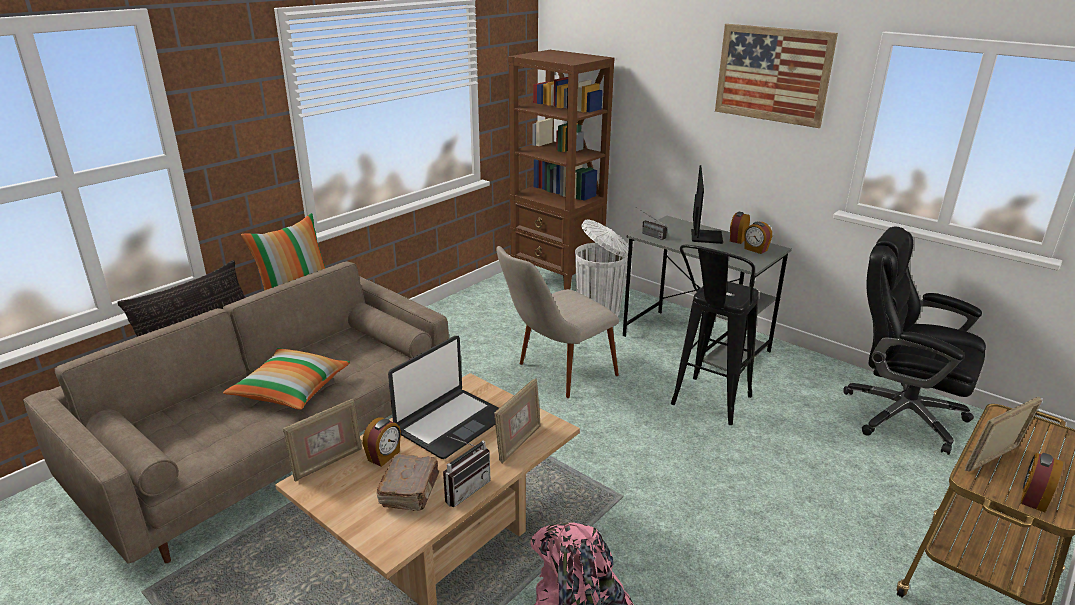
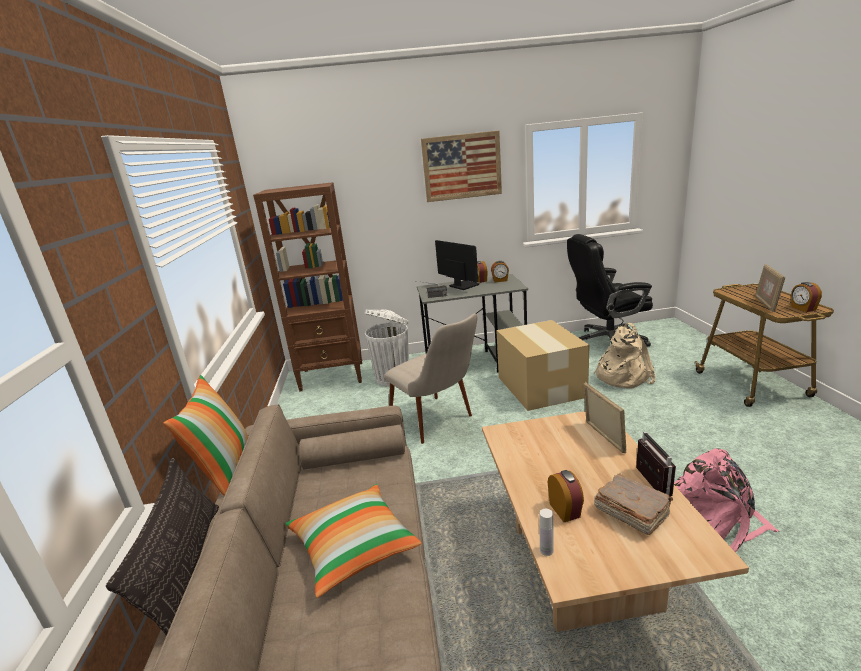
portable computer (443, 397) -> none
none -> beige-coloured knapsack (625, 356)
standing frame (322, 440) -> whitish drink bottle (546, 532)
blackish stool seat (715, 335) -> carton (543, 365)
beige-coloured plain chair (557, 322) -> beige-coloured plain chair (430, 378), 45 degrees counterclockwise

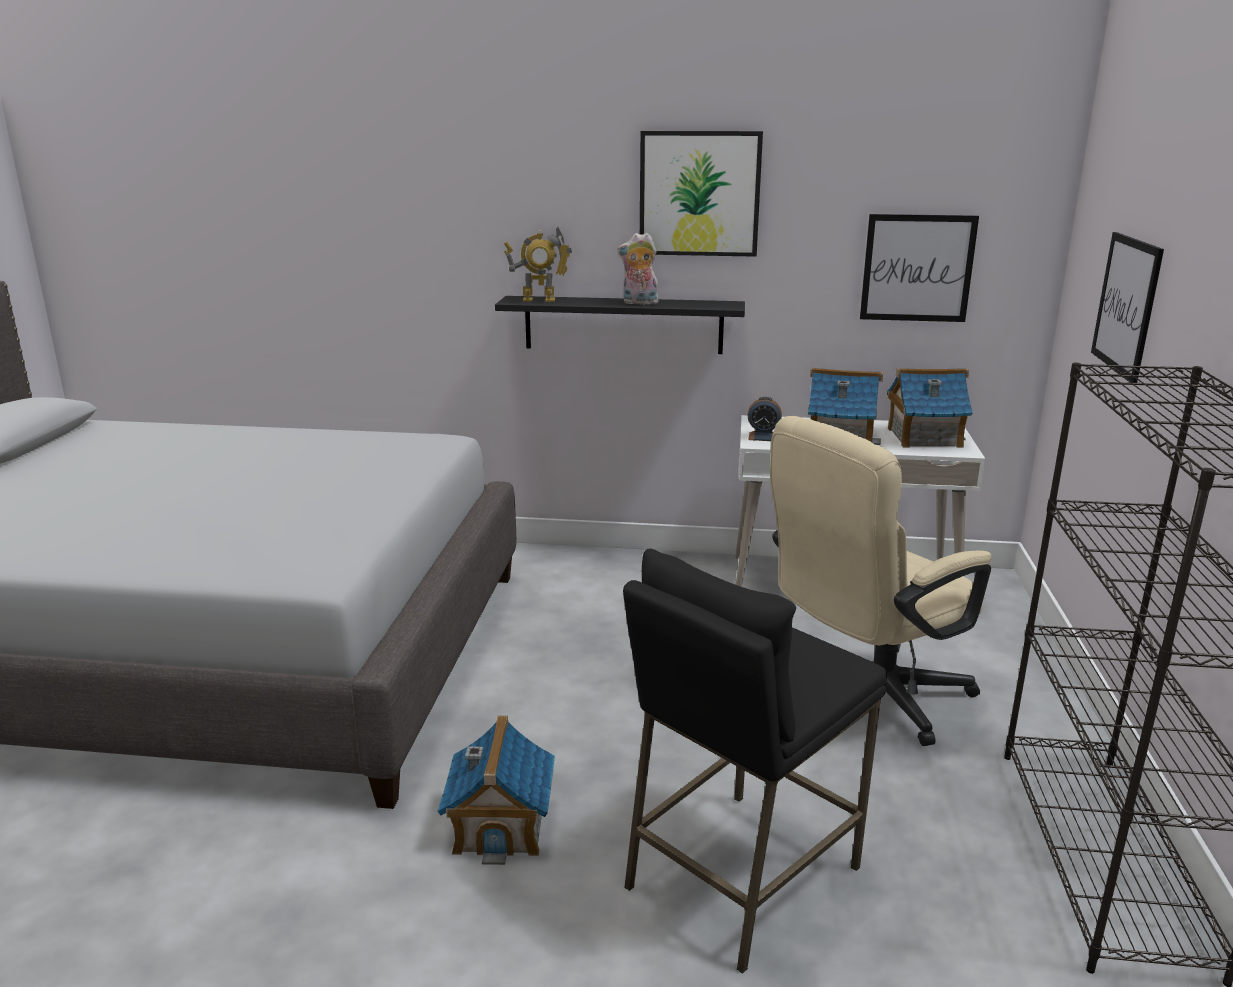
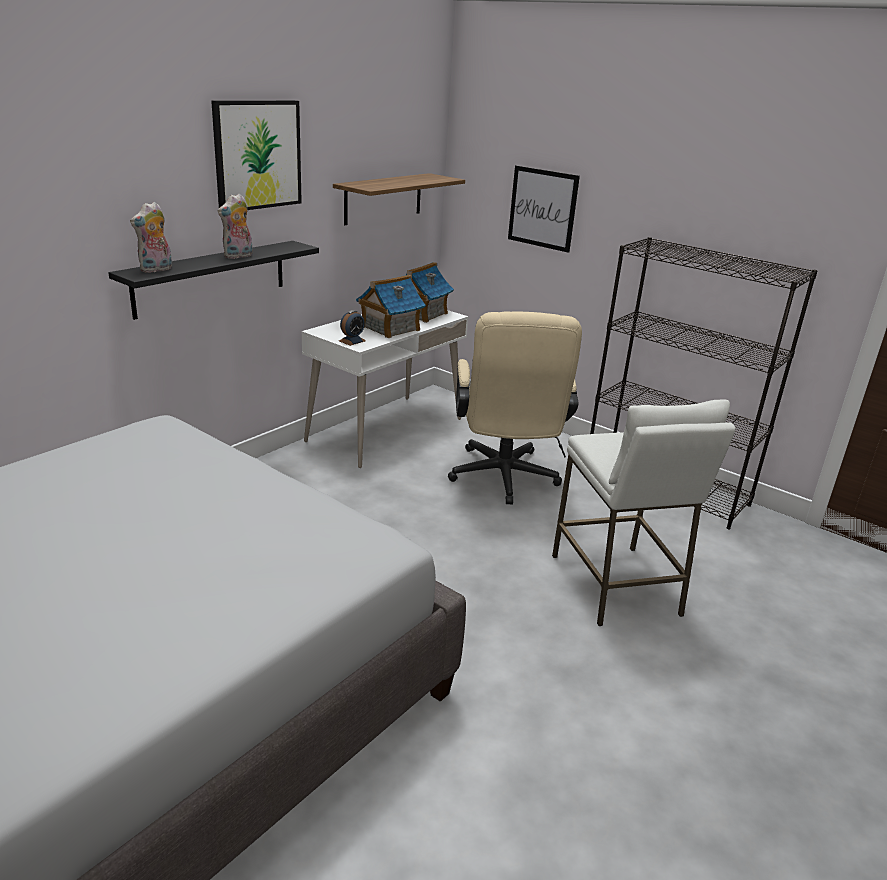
model house (496, 790) -> none
toy robot (538, 264) -> plush toy (151, 237)
picture (919, 268) -> bracket shelf (399, 199)
blackish stool seat (755, 761) -> whitish stool seat (643, 512)

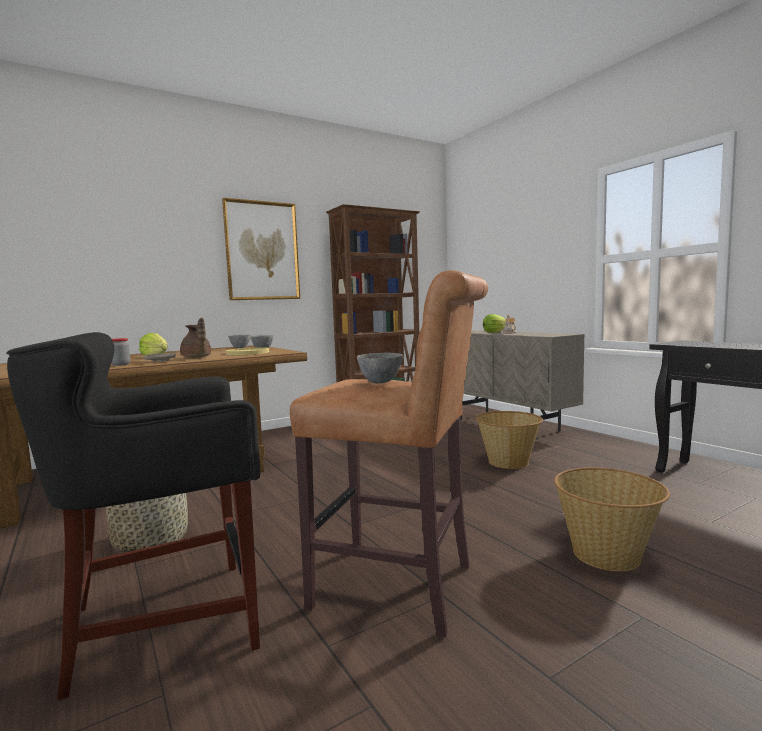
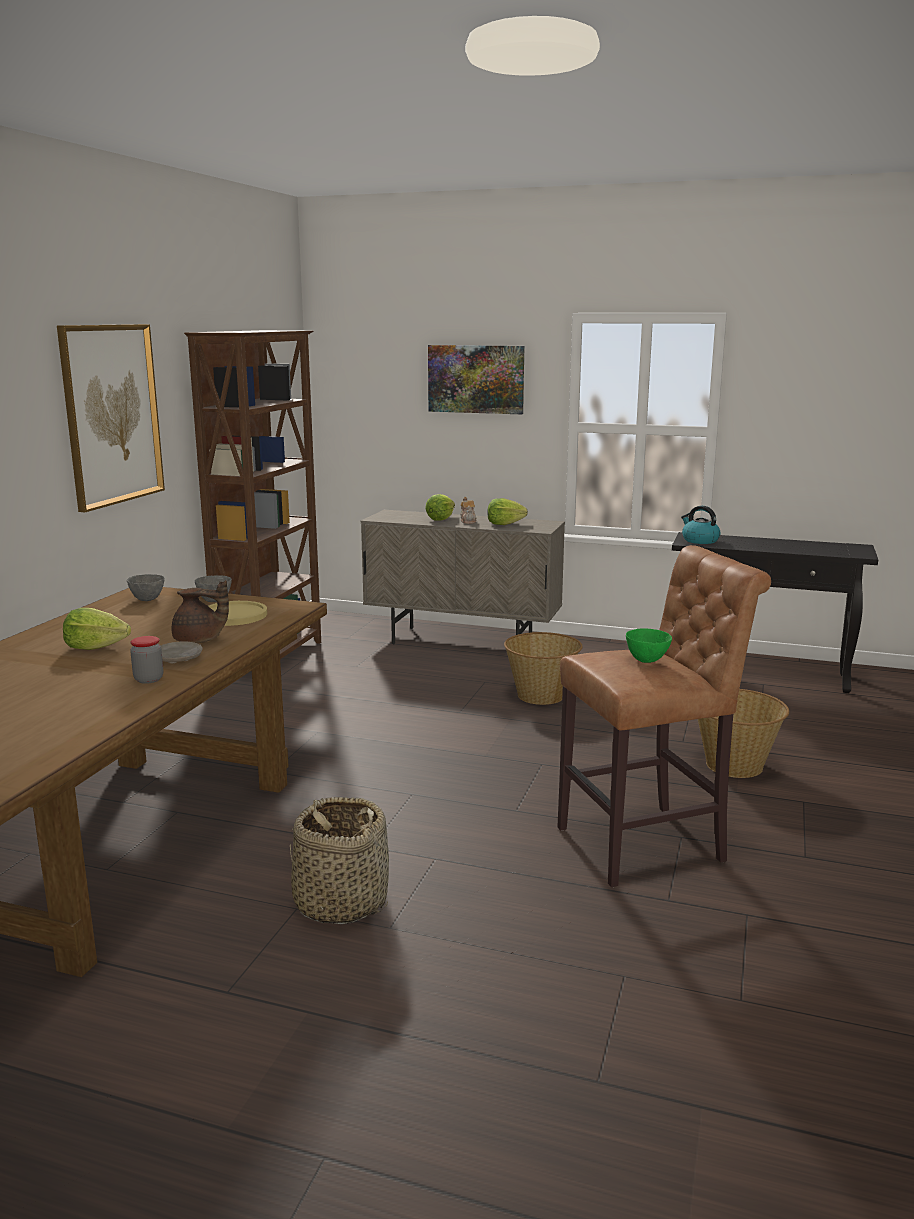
blackish stool seat (133, 516) -> none
none -> picture (476, 379)
none -> lettuce (507, 511)
none -> water kettle (701, 525)
gray deep dish (379, 368) -> green deep dish (649, 646)

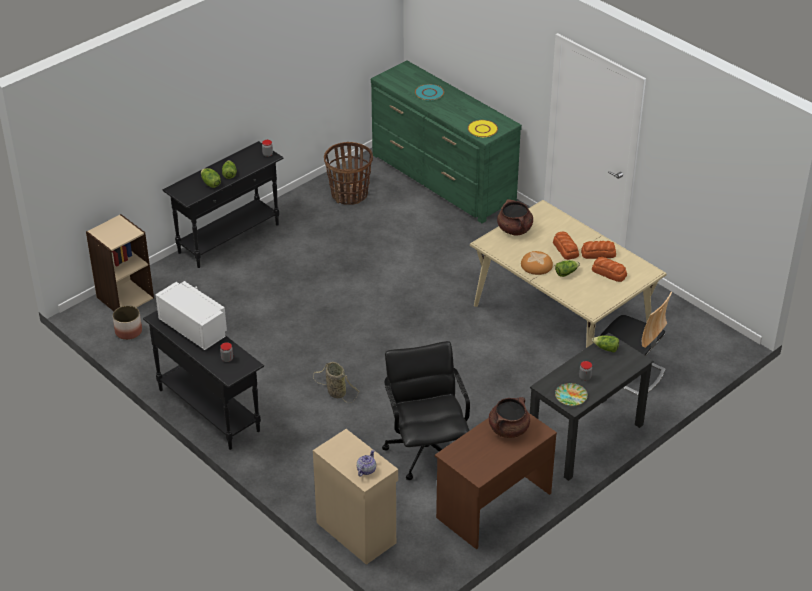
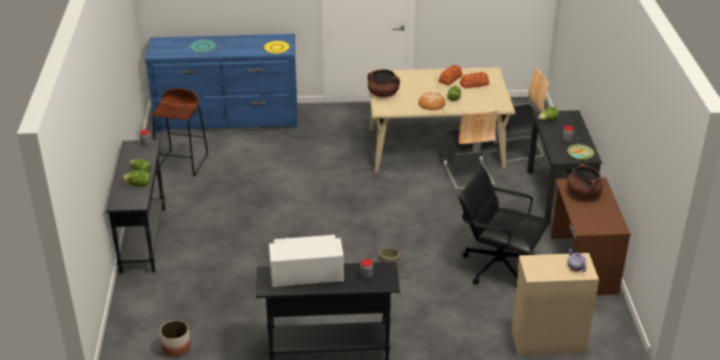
beige-coloured shelving unit (120, 262) -> none
baked bread (566, 246) -> none
none -> plain chair (471, 150)
storage basket (348, 173) -> brownish stool seat (180, 132)
green dresser (446, 141) -> bluish dresser (221, 83)

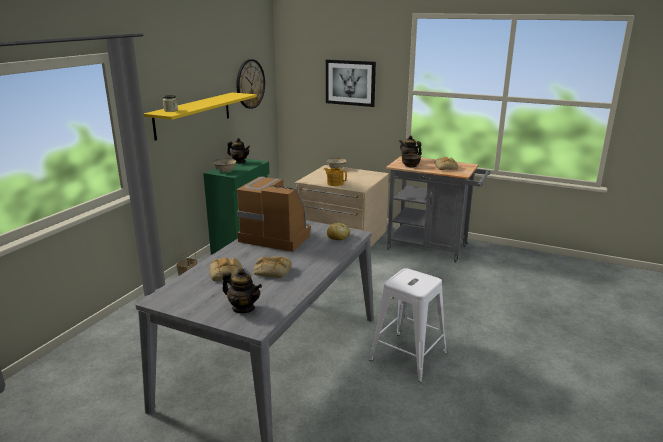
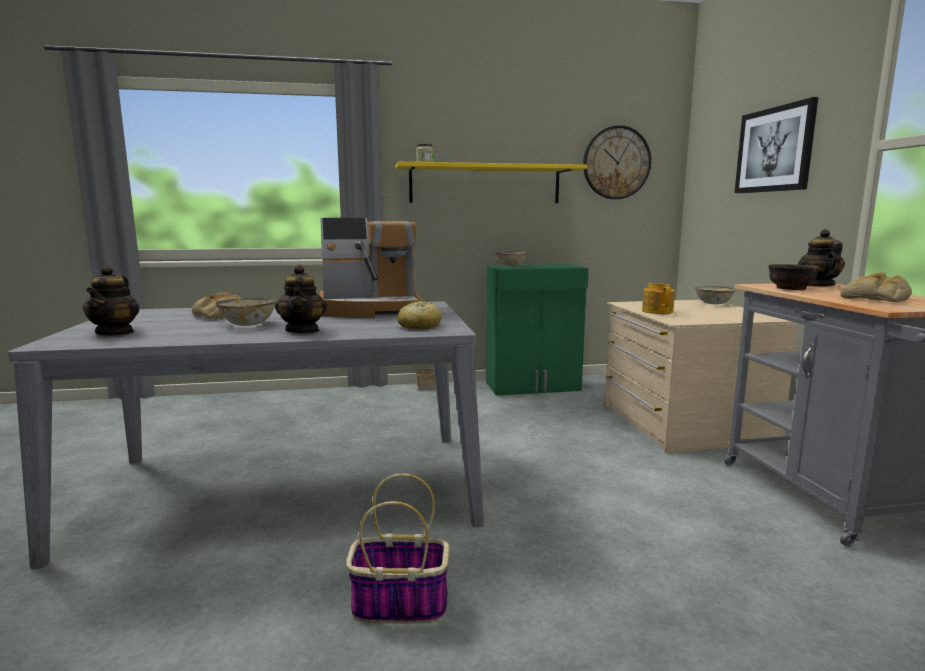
pot for tea (238, 150) -> pot for tea (301, 299), relocated
baked bread (273, 267) -> deep dish (246, 312)
whitish stool seat (408, 325) -> storage basket (398, 549)
coffee brewer (274, 214) -> coffee brewer (372, 268), 90 degrees clockwise

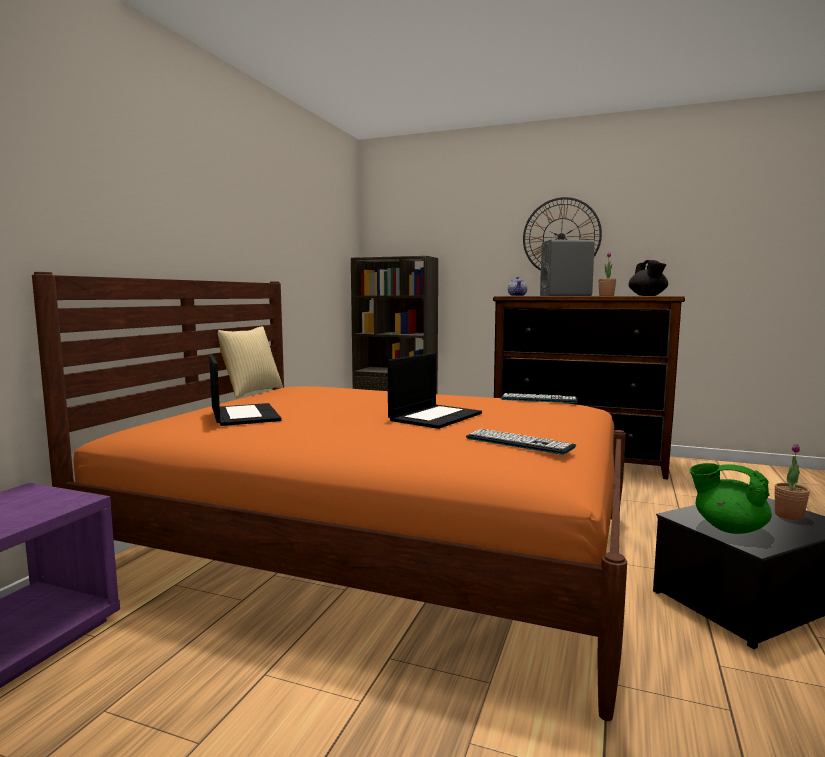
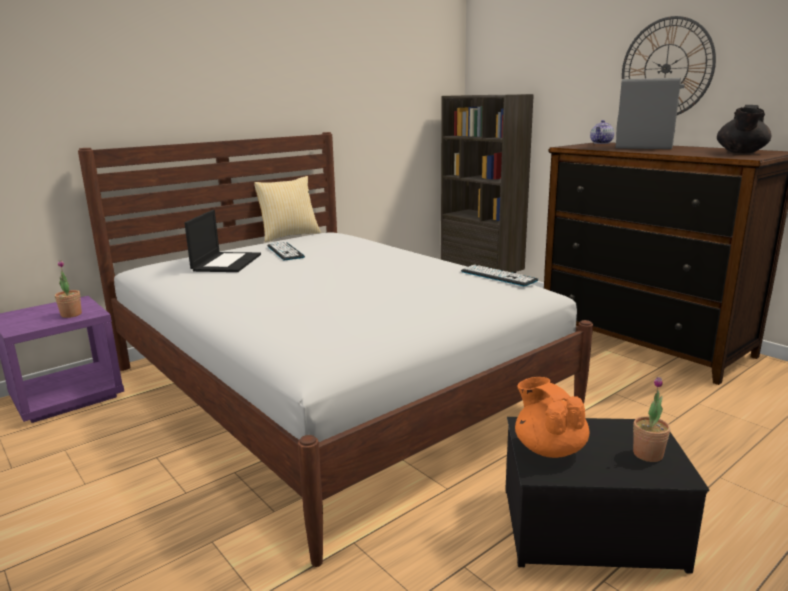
portable computer (435, 391) -> none
keyboard (521, 442) -> keyboard (286, 251), relocated
houseplant (607, 274) -> houseplant (68, 289), relocated
orange-coloured bed (329, 496) -> whitish bed (335, 349)
green pot for tea (731, 498) -> orange-coloured pot for tea (552, 417)

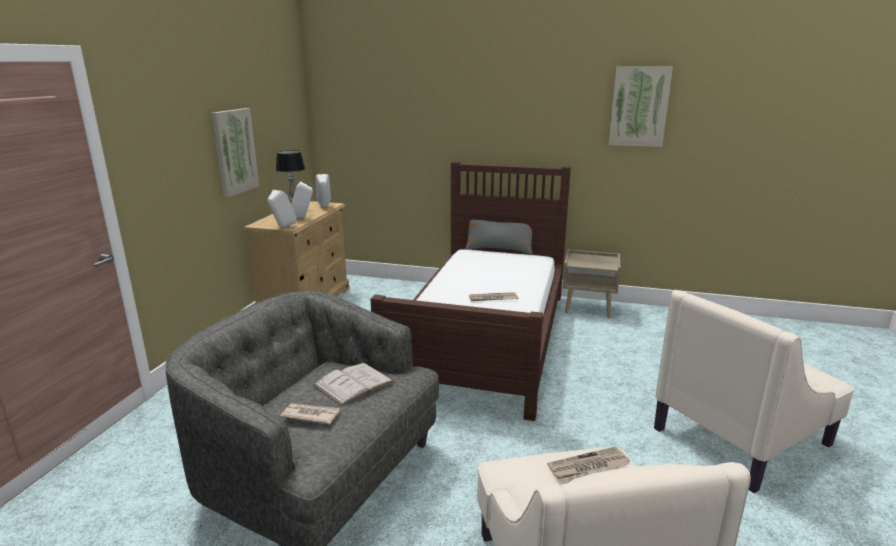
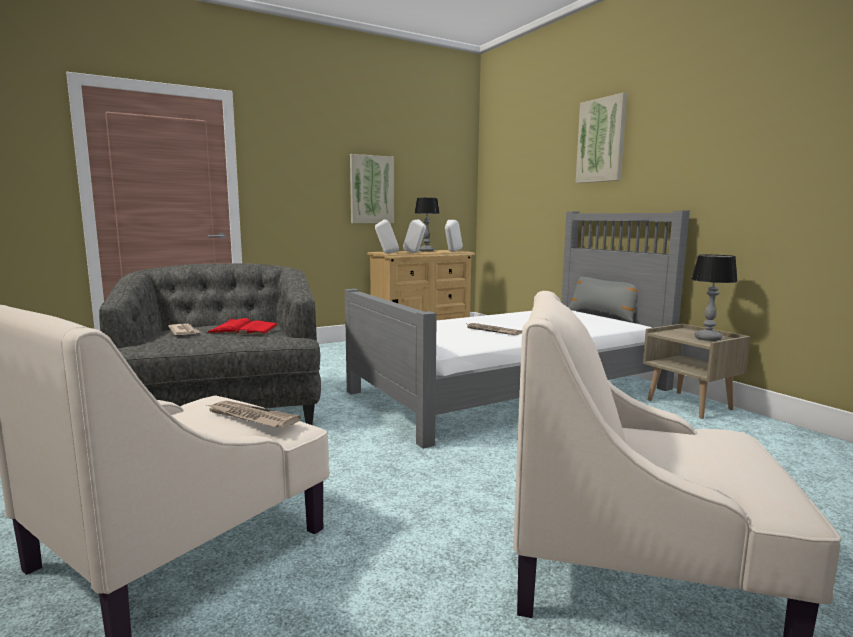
none -> lamp for a table (714, 298)
picture (641, 107) -> picture (601, 138), relocated
whitish bound book (353, 384) -> reddish bound book (242, 326)
brownish bed (470, 291) -> gray bed (517, 329)

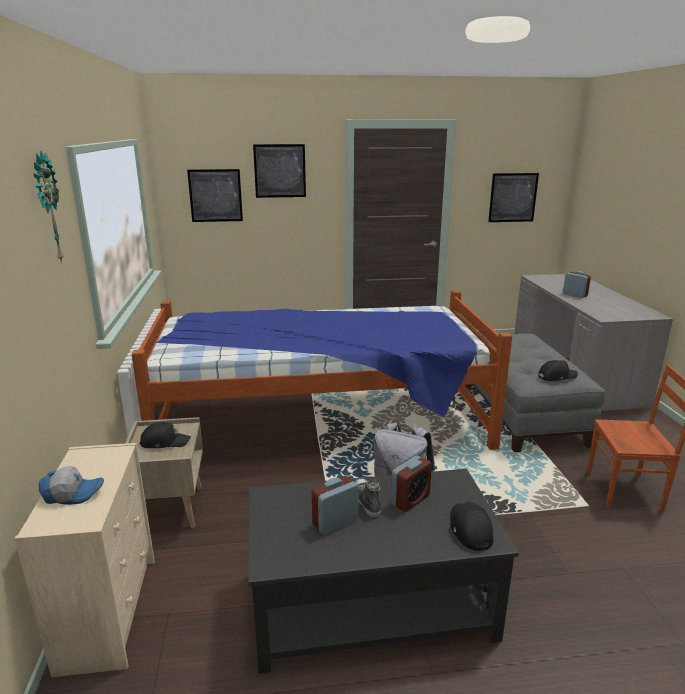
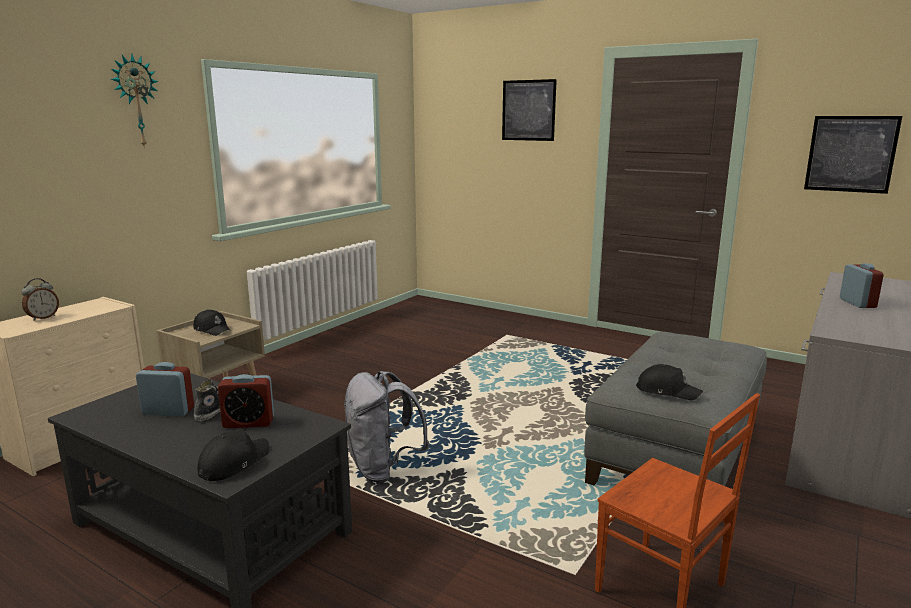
bed (321, 370) -> none
picture (215, 195) -> none
peaked cap (71, 485) -> bedside clock (40, 299)

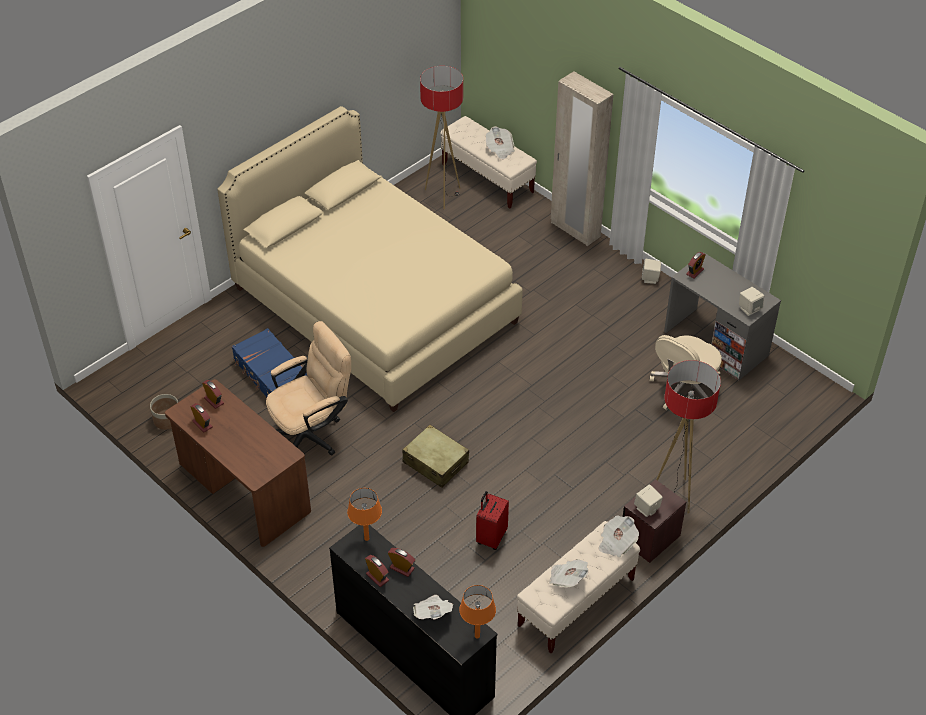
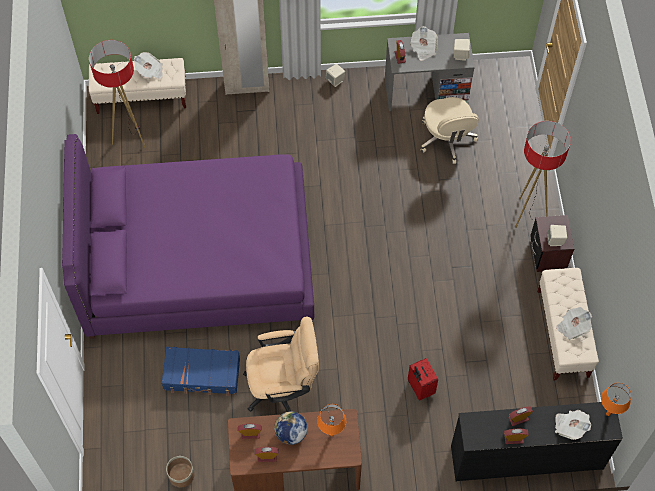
beige-coloured piece of luggage (435, 456) -> none
none -> desk globe (291, 428)
orange-coloured lamp for a table (364, 514) -> orange-coloured lamp for a table (331, 420), relocated
reddish piece of luggage (492, 520) -> reddish piece of luggage (423, 379), relocated
daily paper (618, 536) -> daily paper (424, 43), relocated
beige-coloured bed (370, 259) -> purplish bed (188, 236)
beige-coloured desk chair (308, 388) -> beige-coloured desk chair (281, 364), 75 degrees clockwise

